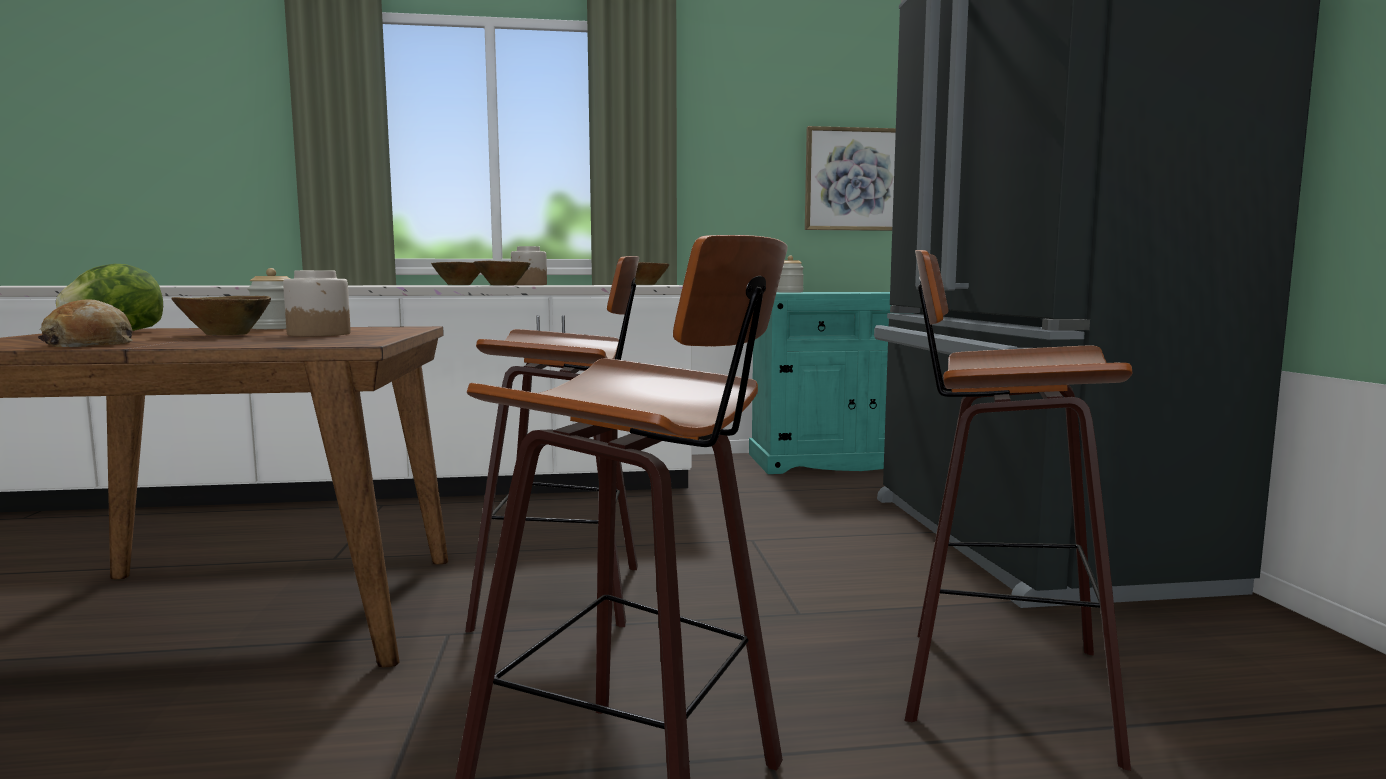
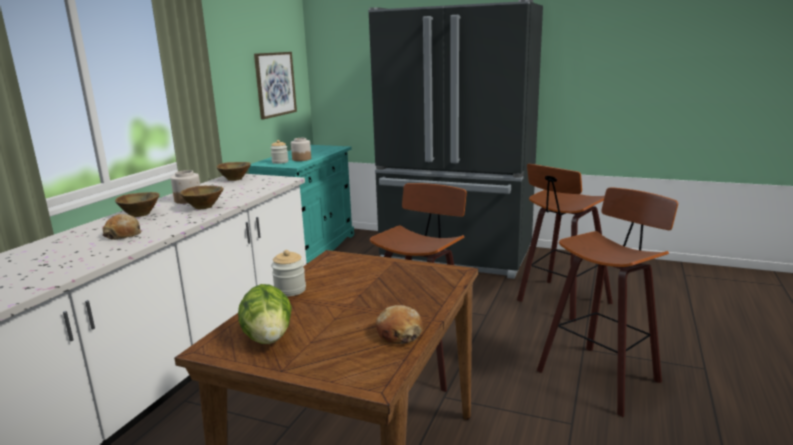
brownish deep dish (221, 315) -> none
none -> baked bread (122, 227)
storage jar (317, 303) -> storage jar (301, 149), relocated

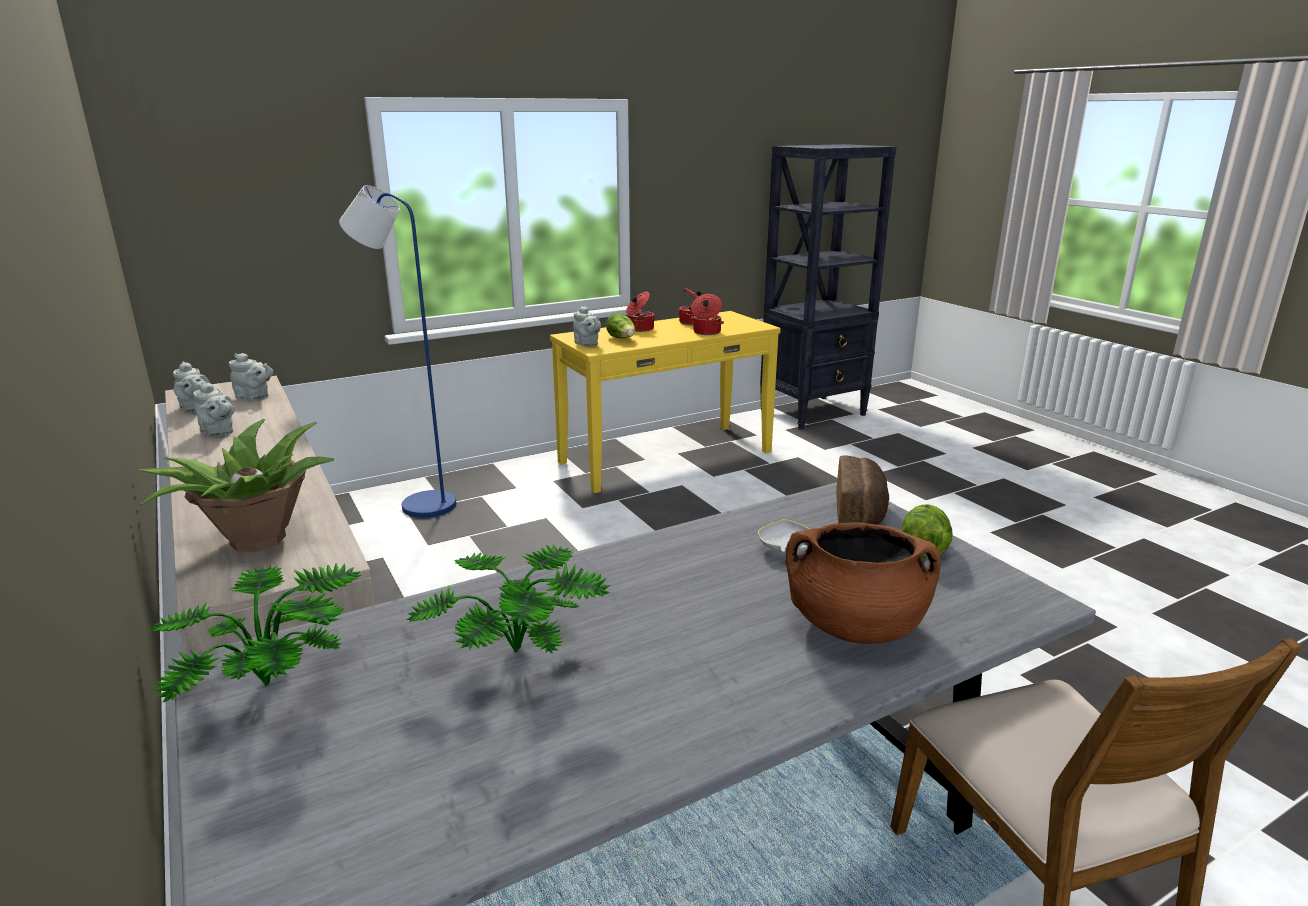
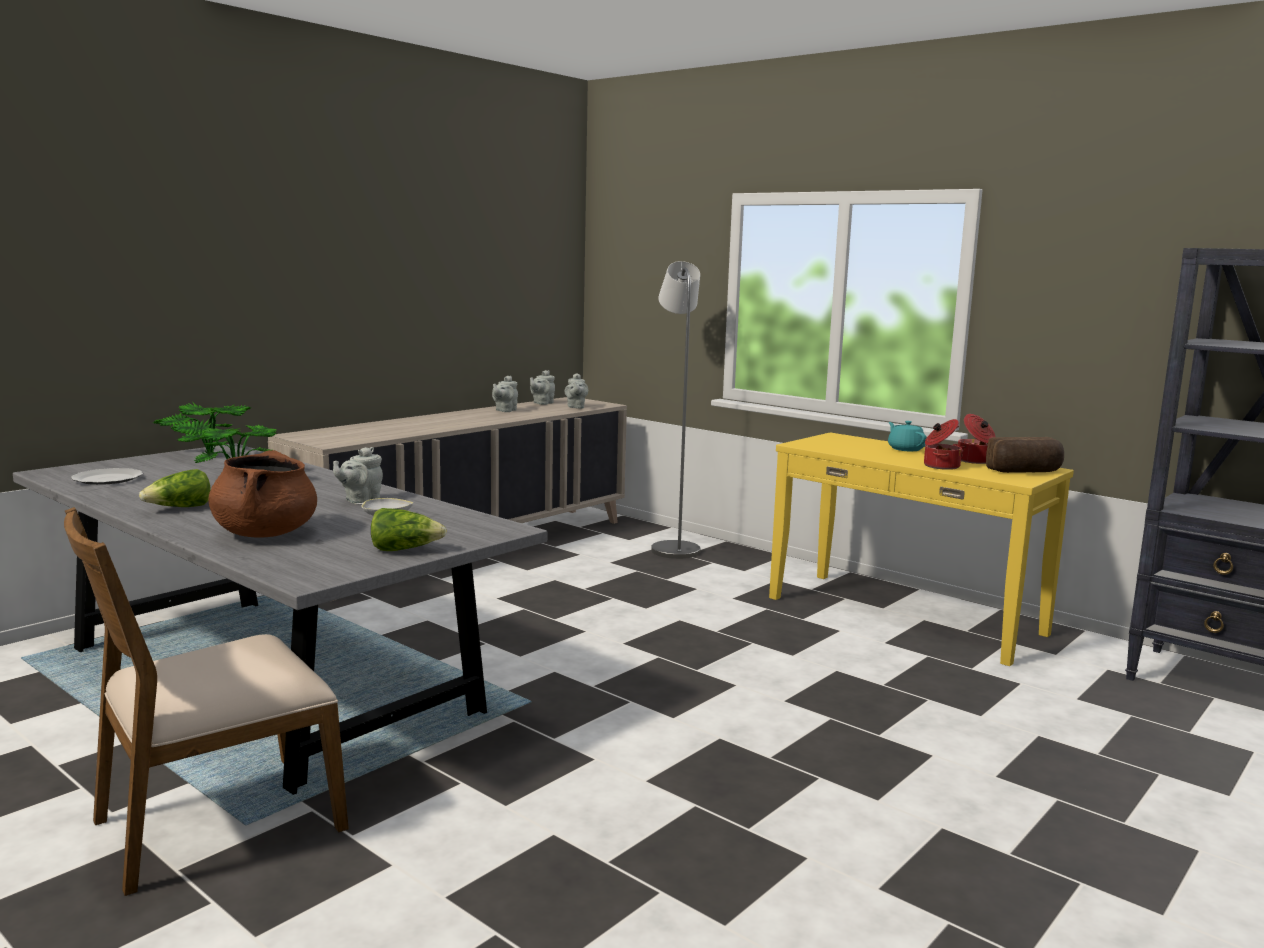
houseplant (236, 485) -> none
none -> flat dish (107, 476)
gray pot for tea (587, 326) -> gray pot for tea (358, 475), relocated
lettuce (620, 325) -> lettuce (175, 488), relocated
baked bread (862, 490) -> baked bread (1025, 455), relocated
saucepot (640, 312) -> blue-green pot for tea (907, 436)
bluish standard lamp (397, 351) -> gray standard lamp (675, 410)

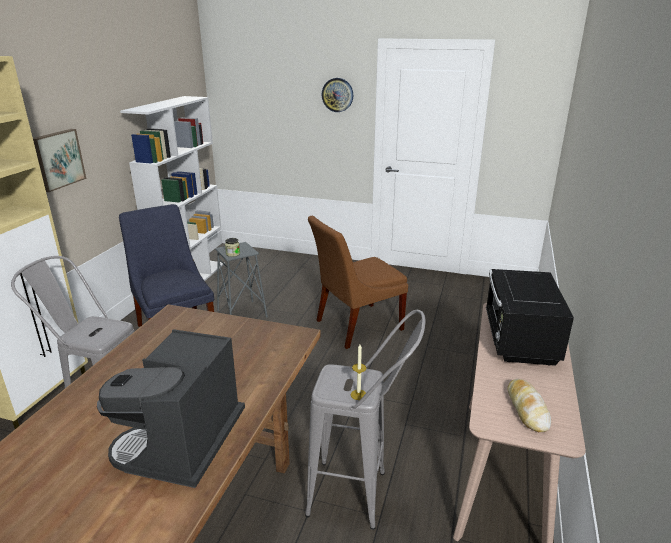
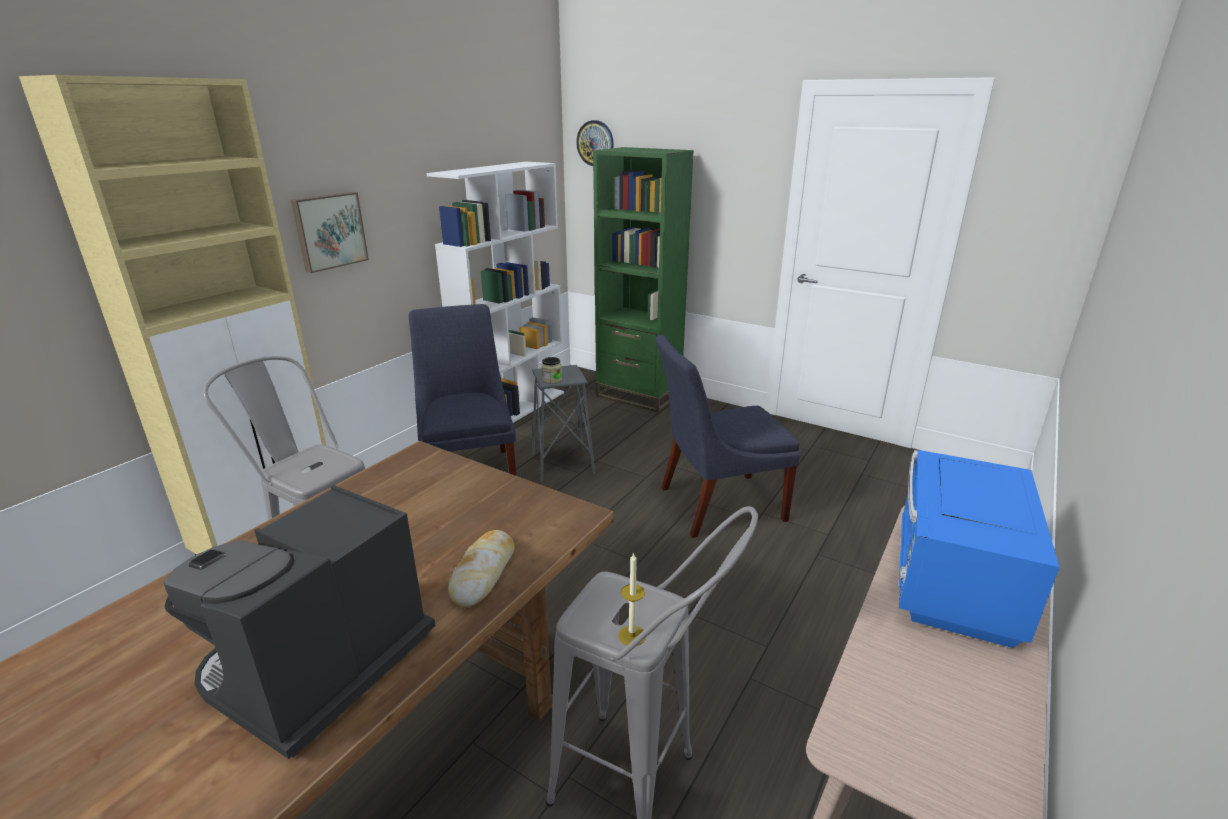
none -> green shelving unit (643, 279)
clock on the wall (337, 95) -> clock on the wall (595, 143), relocated
baked bread (529, 405) -> baked bread (481, 568), relocated
brownish plain chair (358, 282) -> bluish plain chair (727, 436)
blackish microwave oven (530, 317) -> bluish microwave oven (979, 549)

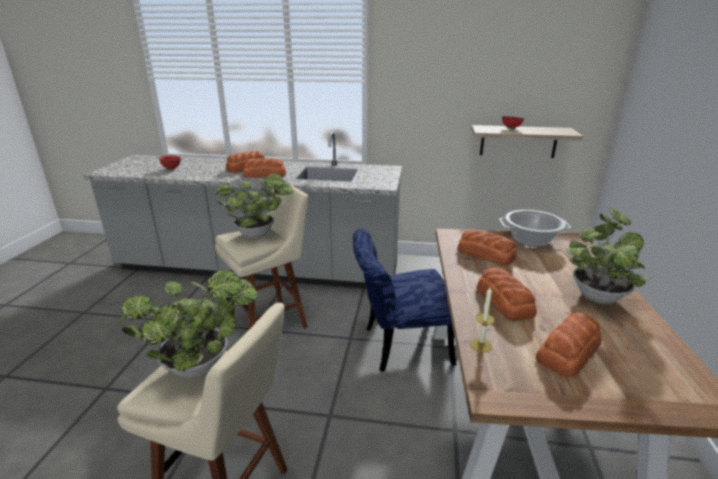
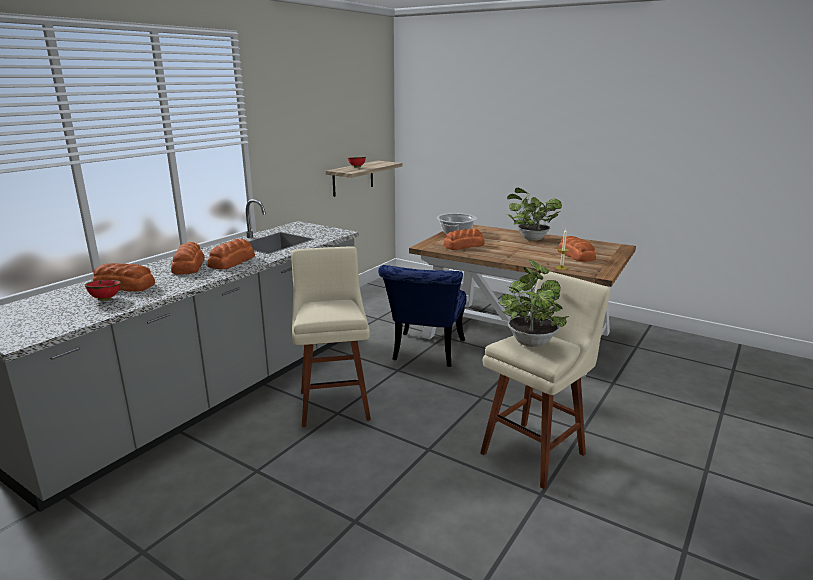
houseplant (254, 205) -> none
baked bread (506, 294) -> baked bread (124, 277), relocated

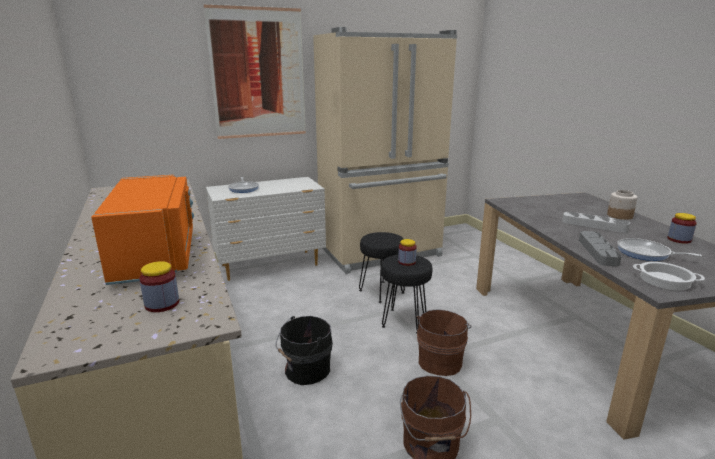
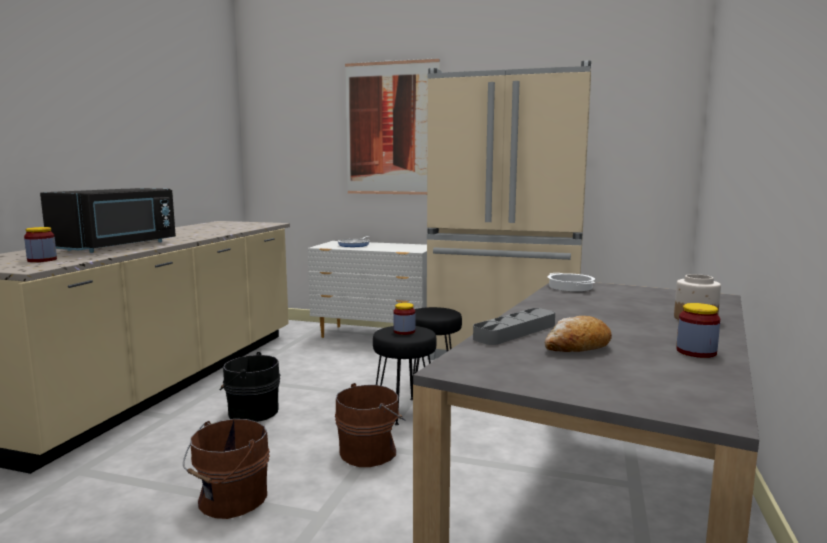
gray carrying tray (596, 222) -> none
saucepot (669, 276) -> saucepot (571, 282), relocated
skillet (659, 249) -> baked bread (578, 334)
orange-coloured microwave oven (142, 230) -> blackish microwave oven (108, 220)

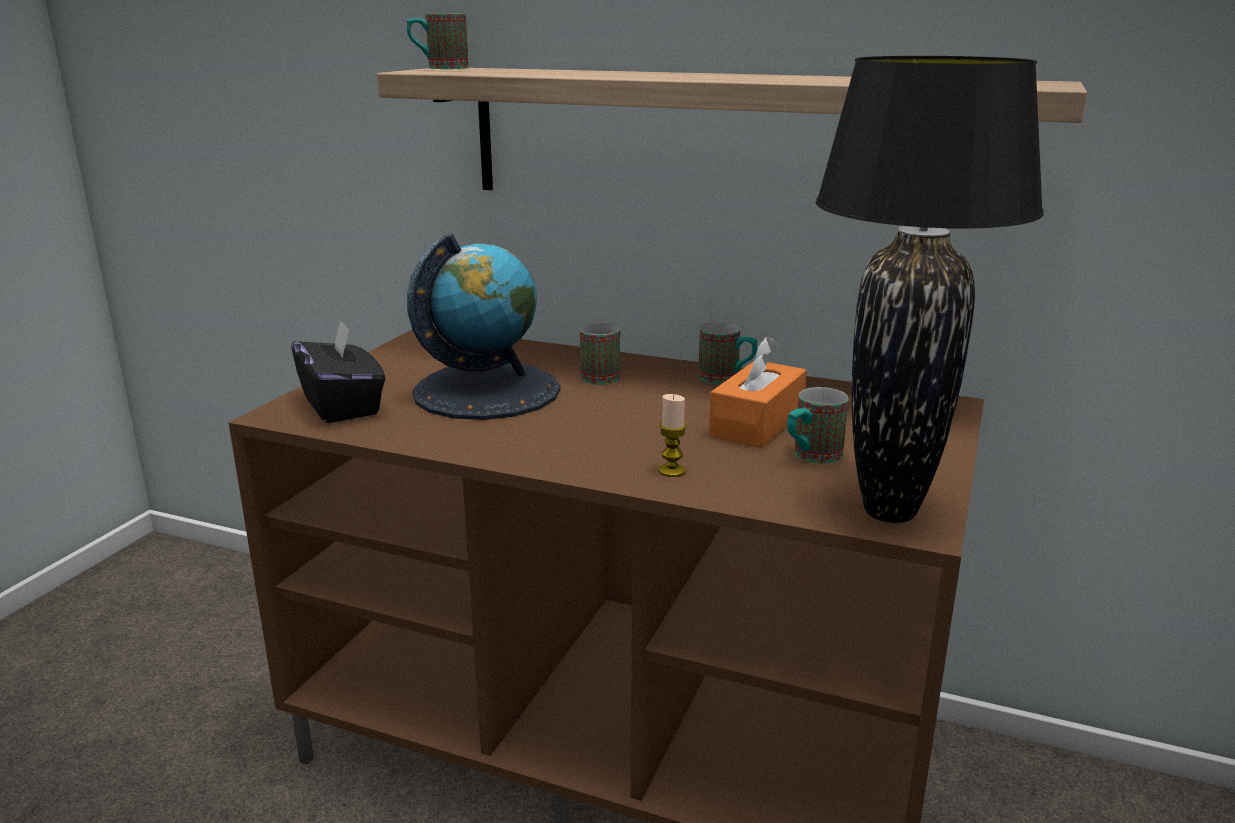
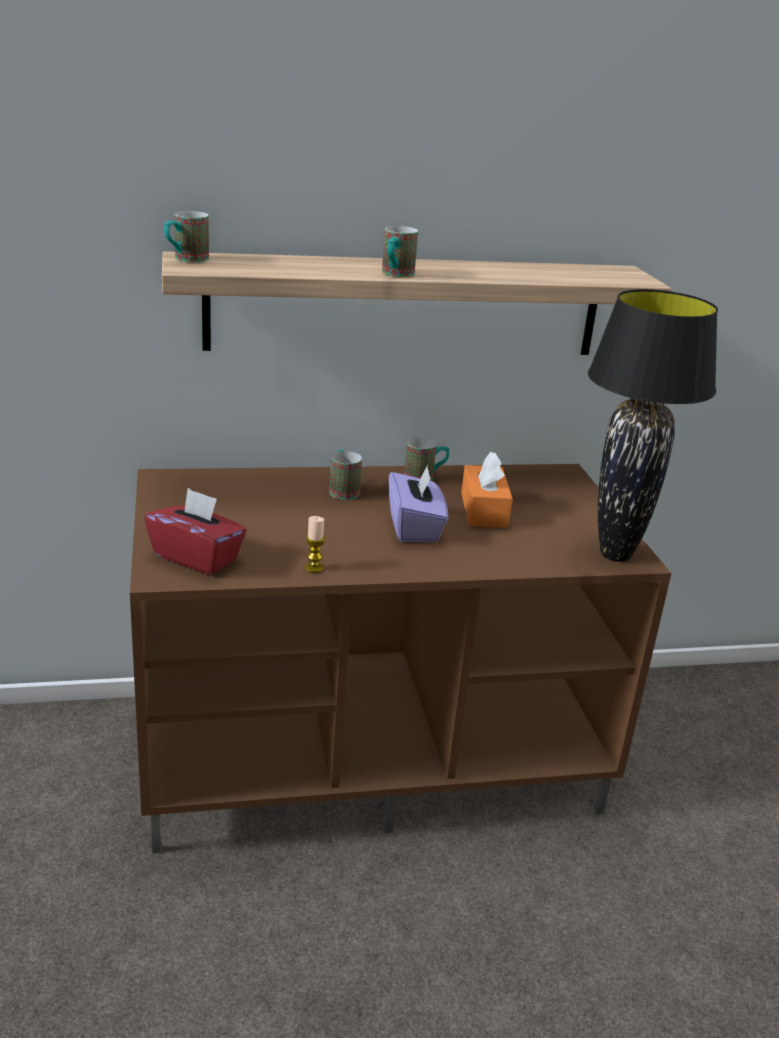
desk globe (483, 326) -> none
none -> purplish tissue box (418, 503)
wax candle (673, 435) -> wax candle (315, 544), relocated
coffee mug (818, 425) -> coffee mug (400, 251), relocated
blackish tissue box (338, 371) -> reddish tissue box (195, 531)

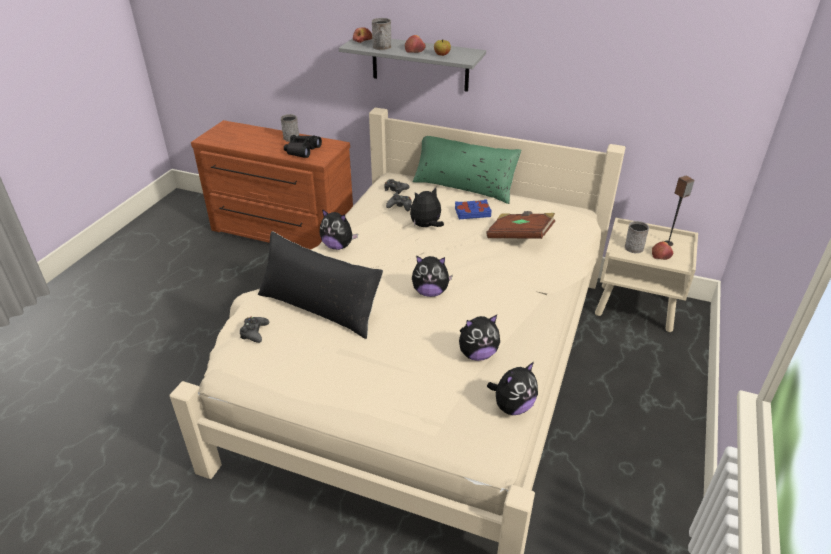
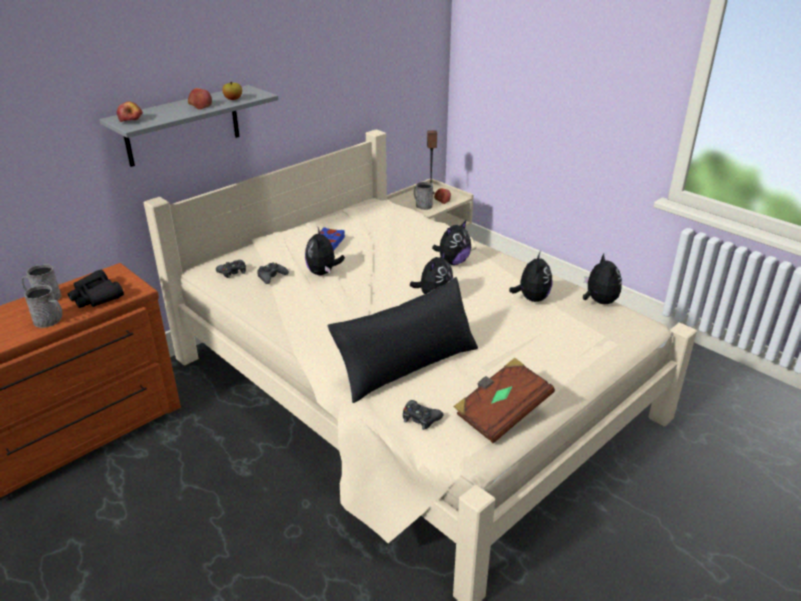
green pillow (466, 170) -> none
plush toy (338, 229) -> plush toy (451, 243), relocated
gray coffee mug (381, 34) -> gray coffee mug (43, 306), relocated
brownish bound book (520, 225) -> brownish bound book (504, 400), relocated

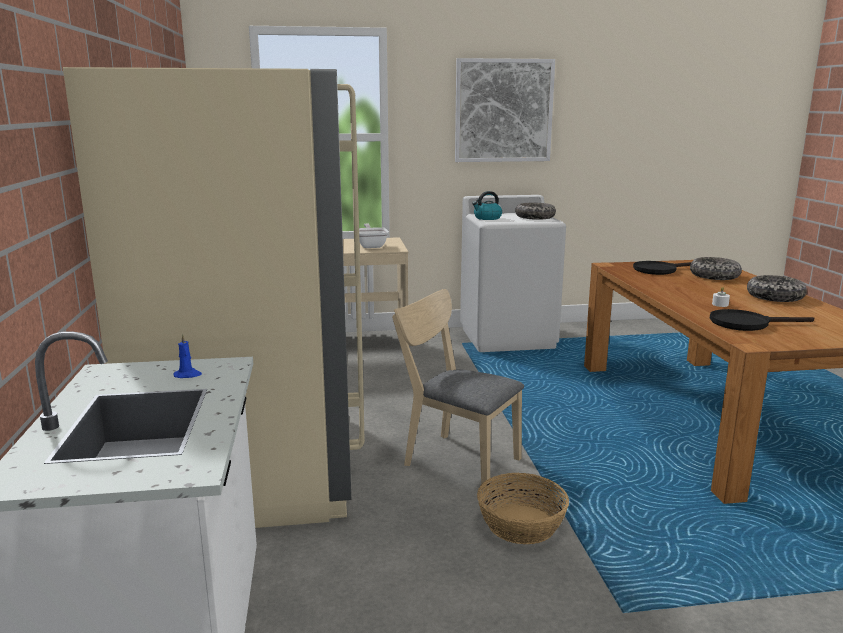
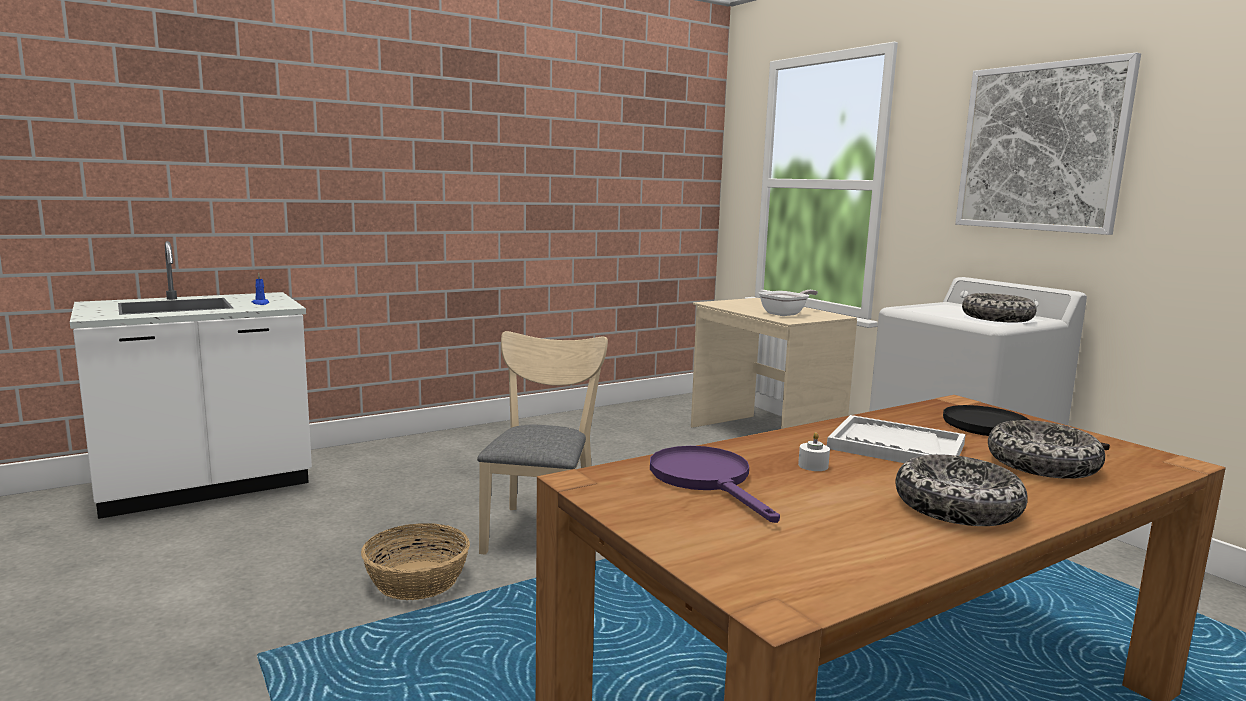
beige-coloured kitchen fridge (214, 297) -> none
water kettle (487, 205) -> none
none -> whitish carrying tray (896, 439)
blackish skillet (762, 320) -> purplish skillet (715, 484)

